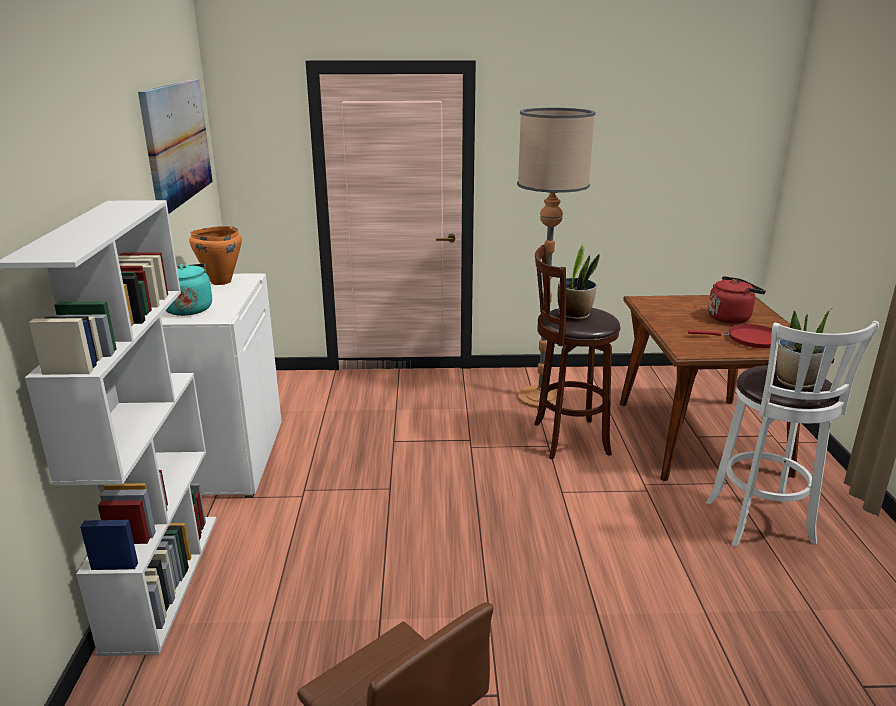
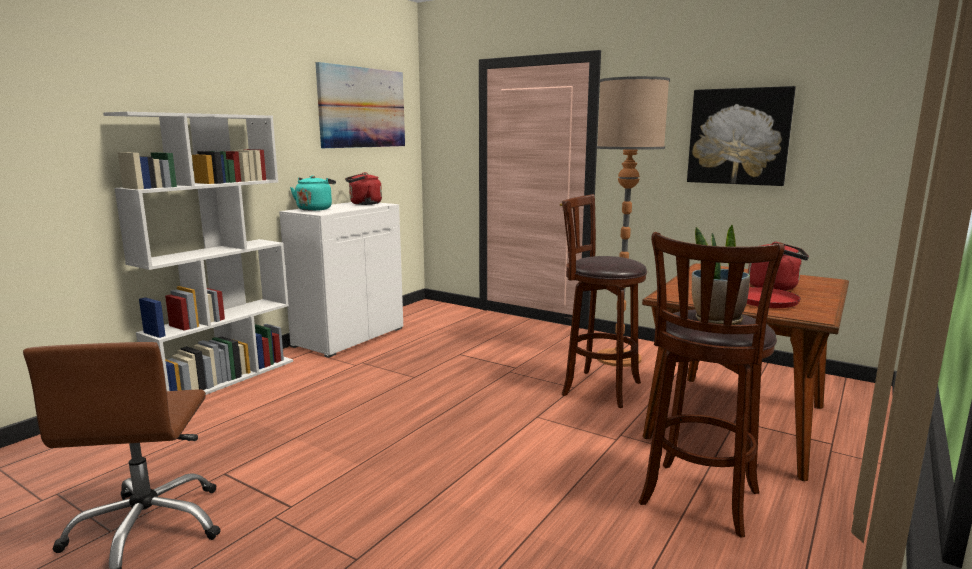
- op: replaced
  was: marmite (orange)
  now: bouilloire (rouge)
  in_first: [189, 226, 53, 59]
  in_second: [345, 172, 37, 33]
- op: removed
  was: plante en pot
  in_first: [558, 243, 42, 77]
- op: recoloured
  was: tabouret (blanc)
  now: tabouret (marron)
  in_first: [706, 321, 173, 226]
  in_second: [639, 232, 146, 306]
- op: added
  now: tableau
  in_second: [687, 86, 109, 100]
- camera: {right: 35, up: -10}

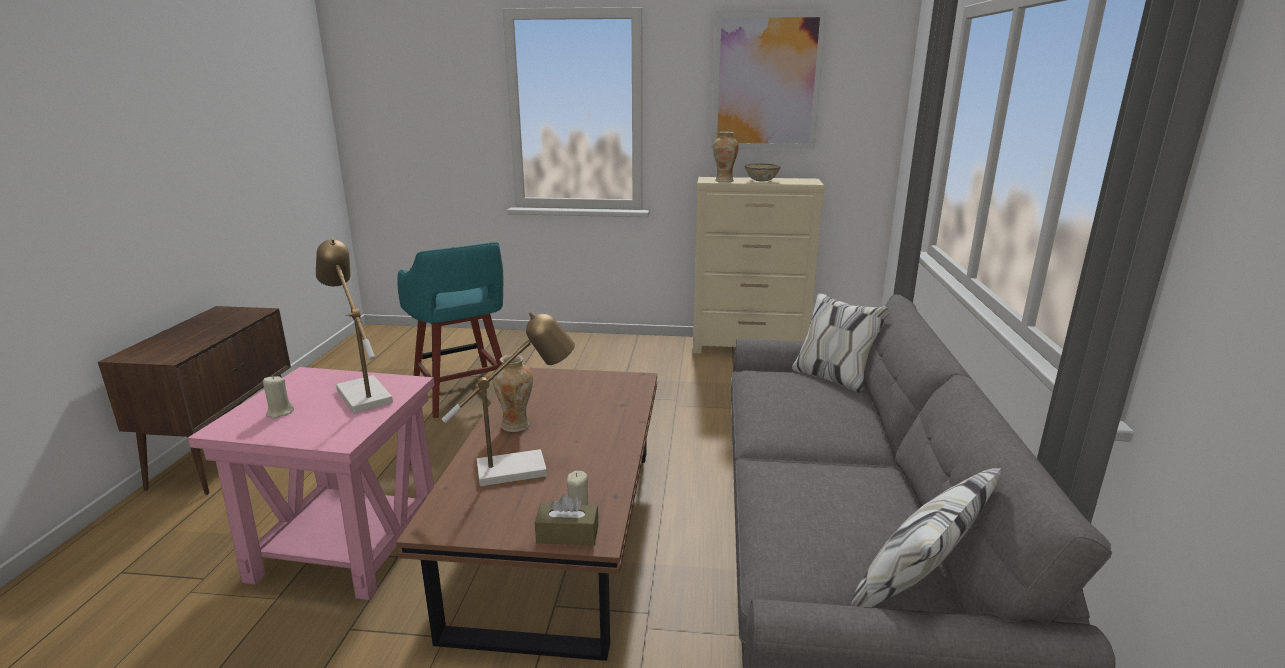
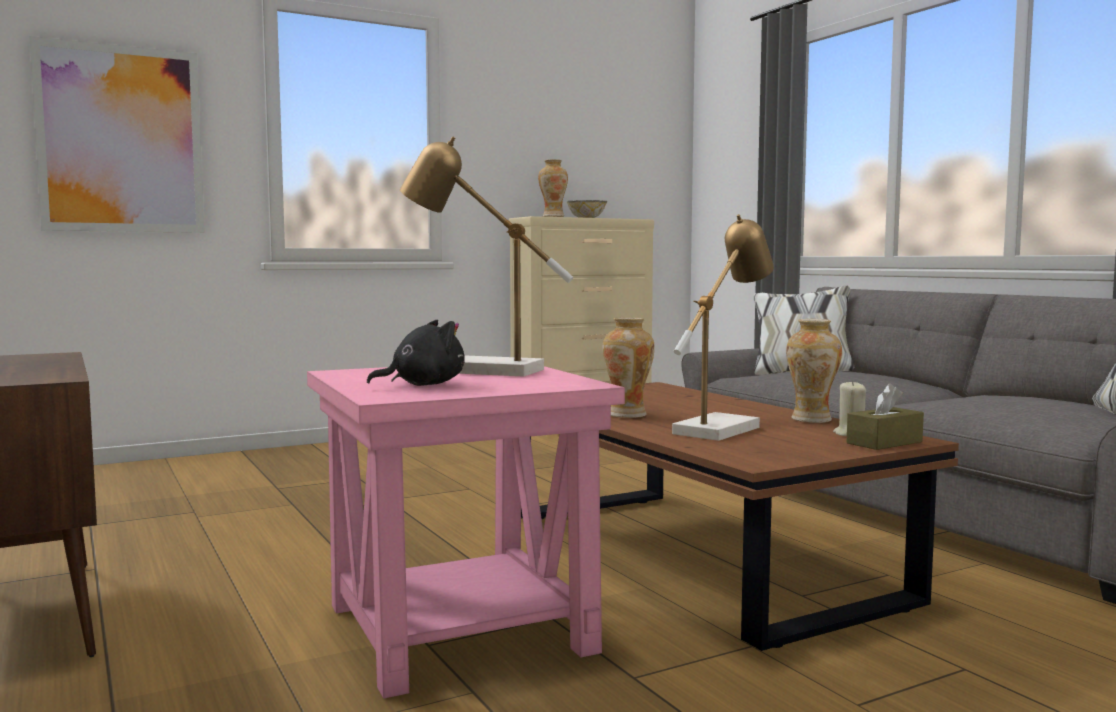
- op: replaced
  was: bougie (beige)
  now: peluche (noir)
  in_first: [263, 376, 31, 43]
  in_second: [367, 320, 98, 66]
- op: removed
  was: tabouret (turquoise)
  in_first: [397, 242, 106, 176]
- op: moved
  was: tableau
  in_first: [711, 11, 116, 139]
  in_second: [29, 36, 176, 197]
- op: added
  now: vase
  in_second: [786, 319, 56, 104]
- camera: {right: -35, up: -15}

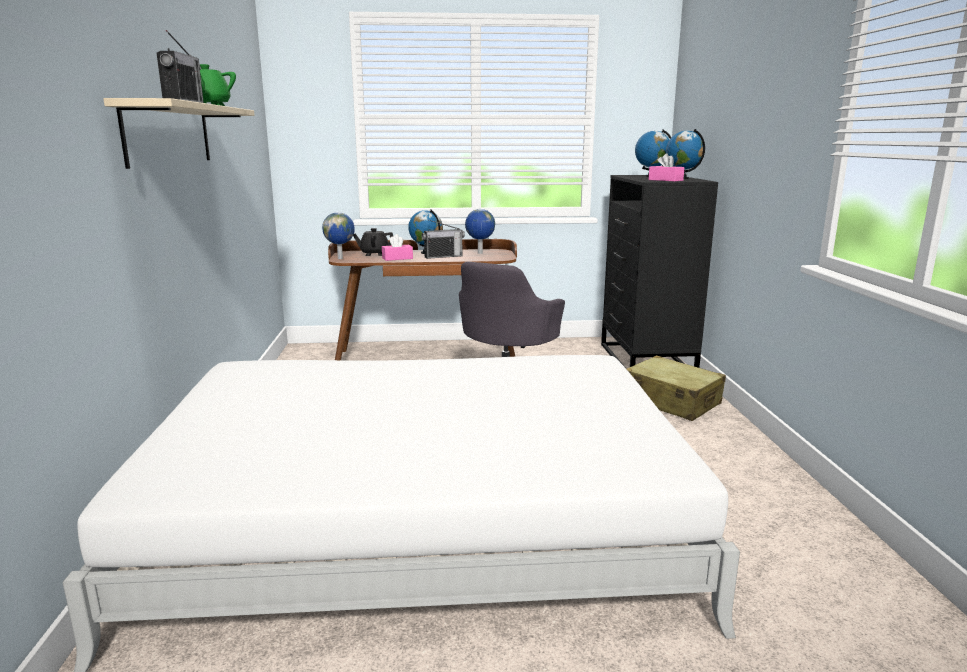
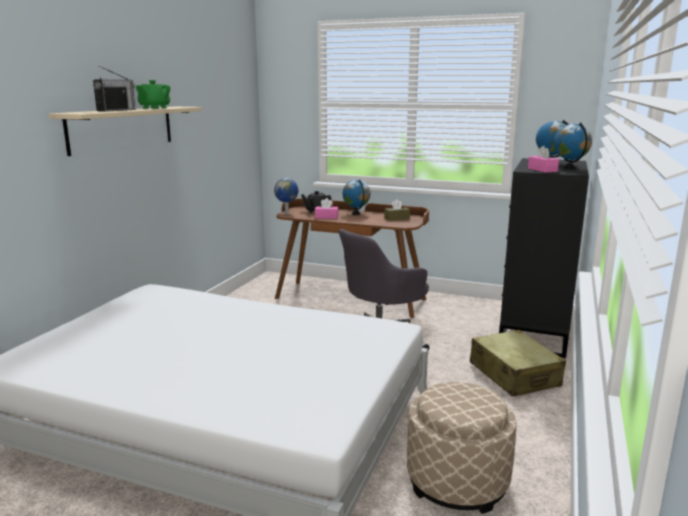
- op: removed
  was: radio
  in_first: [422, 220, 43, 39]
- op: replaced
  was: globe
  now: boîte à mouchoirs (marron)
  in_first: [465, 209, 30, 45]
  in_second: [384, 199, 26, 22]
- op: added
  now: pouf (beige)
  in_second: [407, 382, 110, 132]
- camera: {right: 25, up: 0}

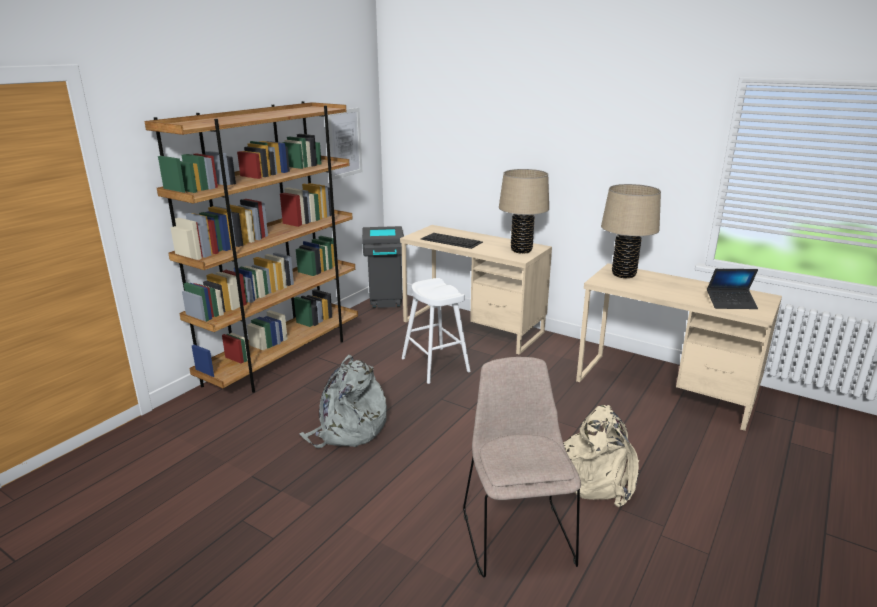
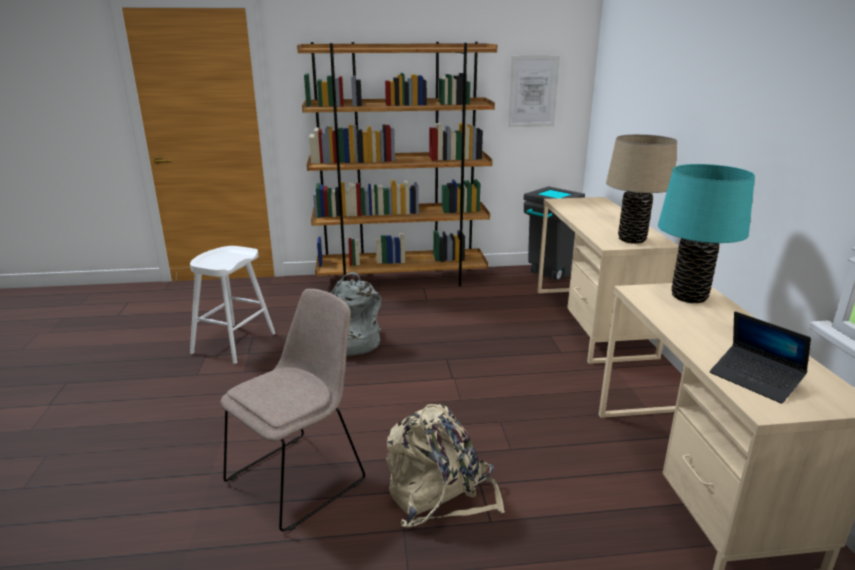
- op: moved
  was: tabouret (blanc)
  in_first: [402, 278, 69, 106]
  in_second: [190, 246, 86, 118]
- op: removed
  was: clavier
  in_first: [421, 233, 62, 16]
- op: recoloured
  was: lampe de table (beige)
  now: lampe de table (turquoise)
  in_first: [601, 184, 60, 94]
  in_second: [658, 164, 97, 139]
- camera: {right: 50, up: 0}

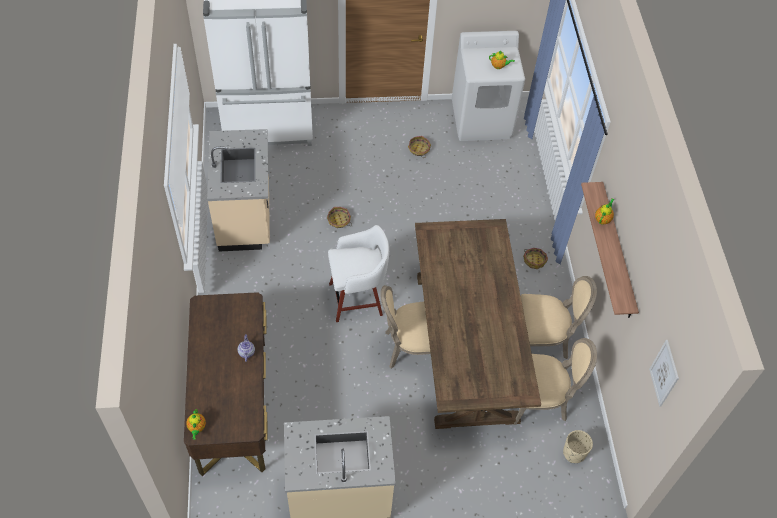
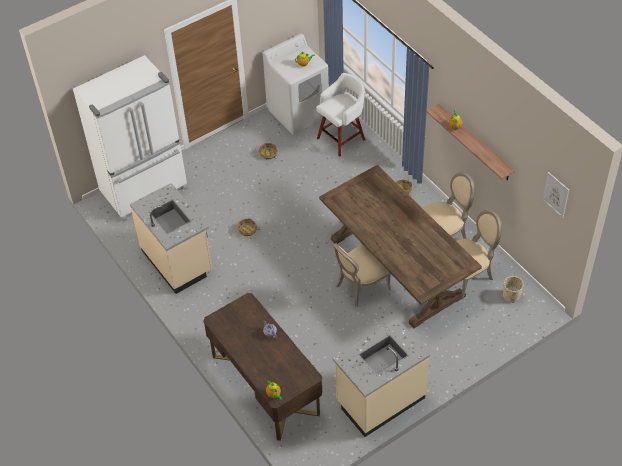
- op: moved
  was: tabouret (blanc)
  in_first: [328, 225, 61, 97]
  in_second: [316, 73, 49, 84]
- camera: {right: -25, up: -5}

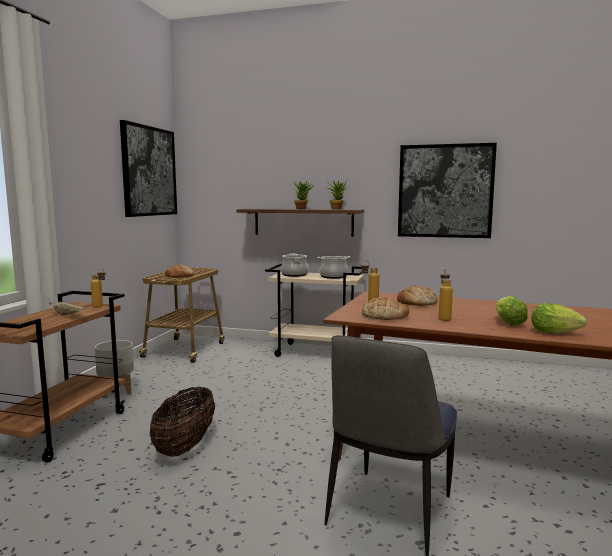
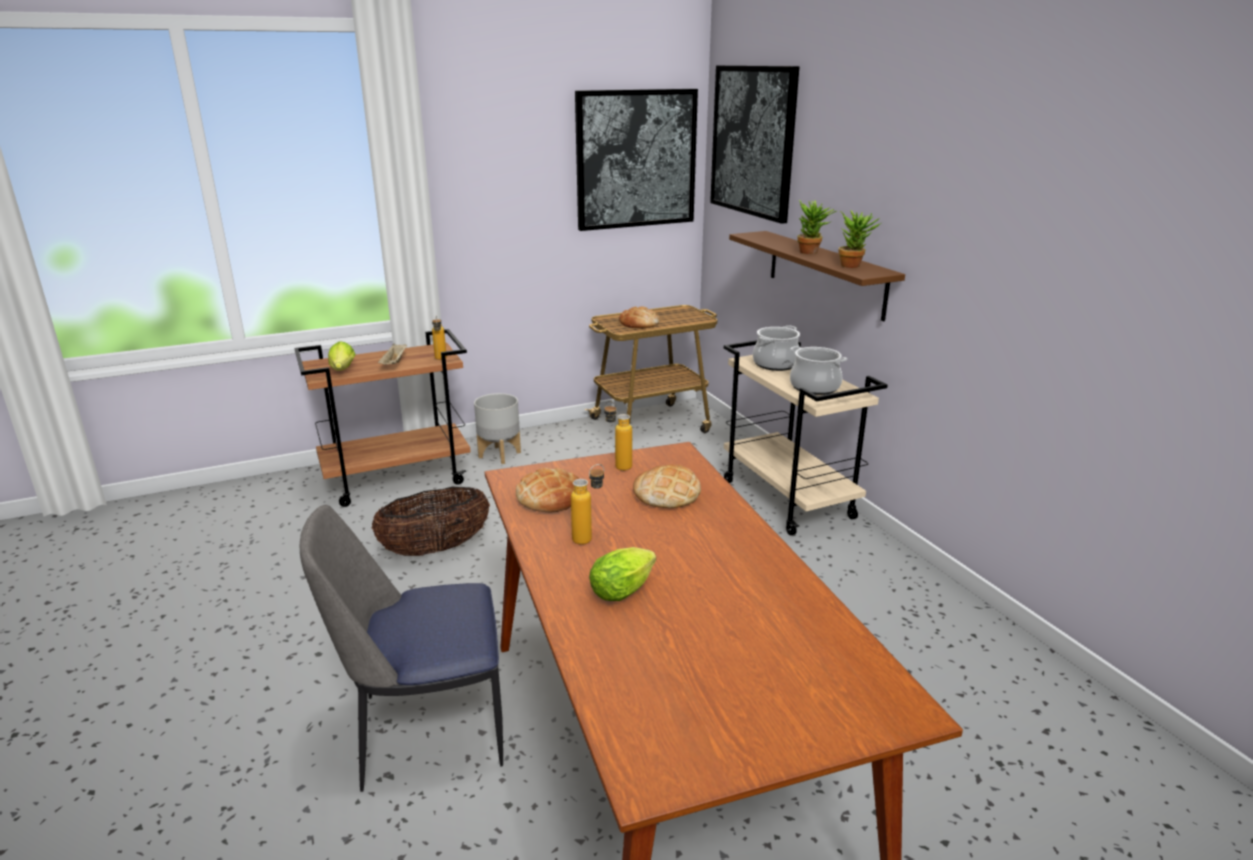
- op: moved
  was: tableau
  in_first: [398, 143, 99, 95]
  in_second: [710, 65, 89, 159]
- op: moved
  was: laitue
  in_first: [532, 303, 55, 31]
  in_second: [328, 341, 27, 30]
- camera: {right: 50, up: 15}

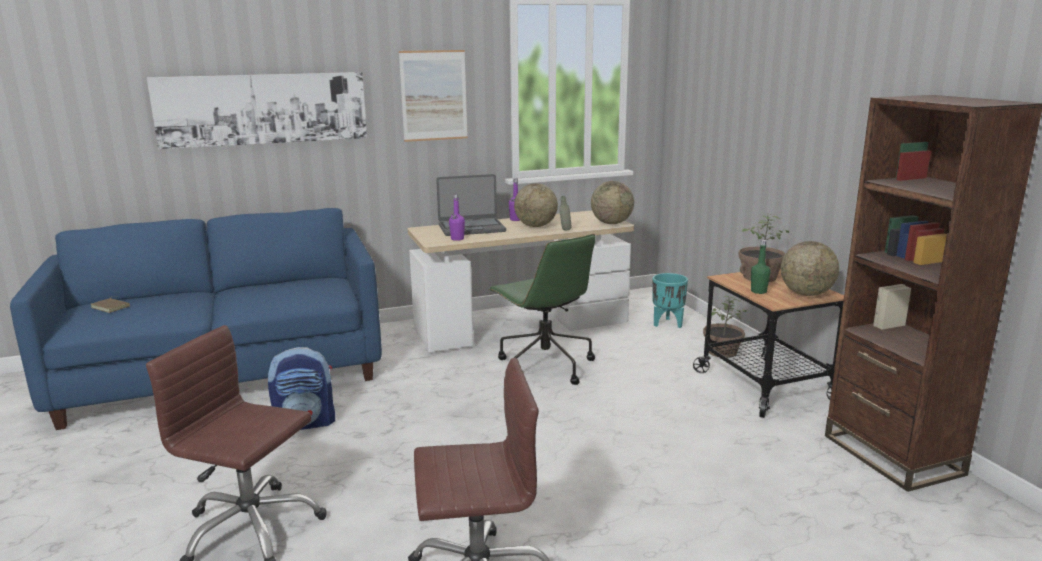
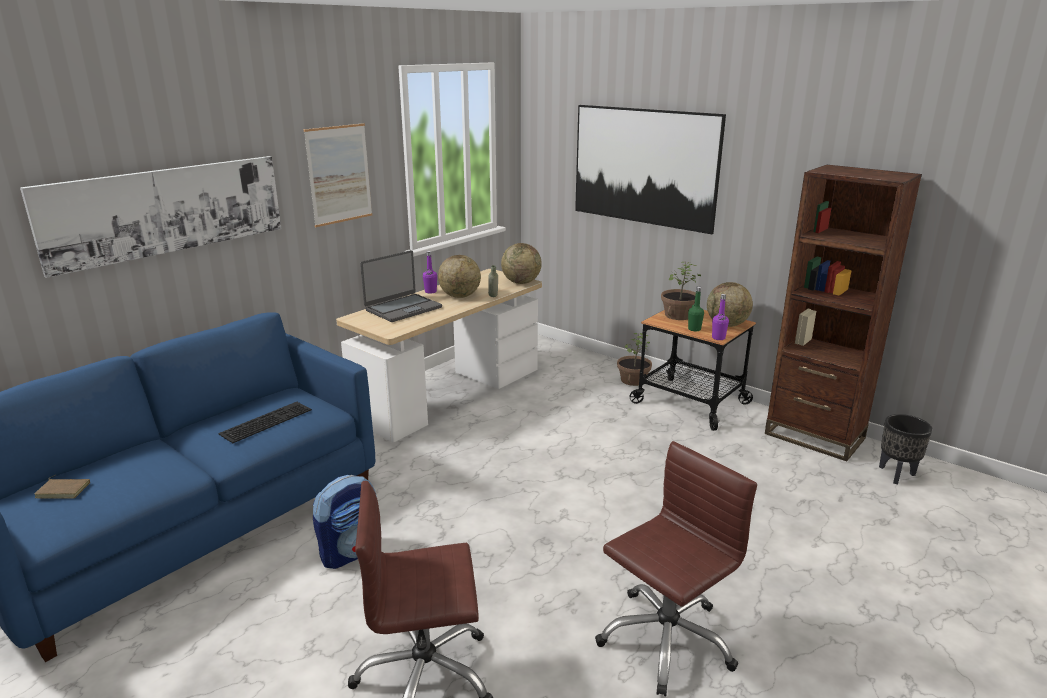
- op: moved
  was: bouteille (violet)
  in_first: [449, 194, 16, 47]
  in_second: [712, 294, 17, 46]
- op: removed
  was: chaise de bureau (vert)
  in_first: [488, 234, 108, 151]
- op: removed
  was: cache-pot (turquoise)
  in_first: [653, 273, 35, 55]
- op: added
  now: clavier
  in_second: [218, 402, 94, 41]
- op: added
  now: tableau
  in_second: [575, 105, 151, 129]
- op: added
  now: cache-pot (noir)
  in_second: [879, 414, 54, 70]
- camera: {right: -30, up: 5}

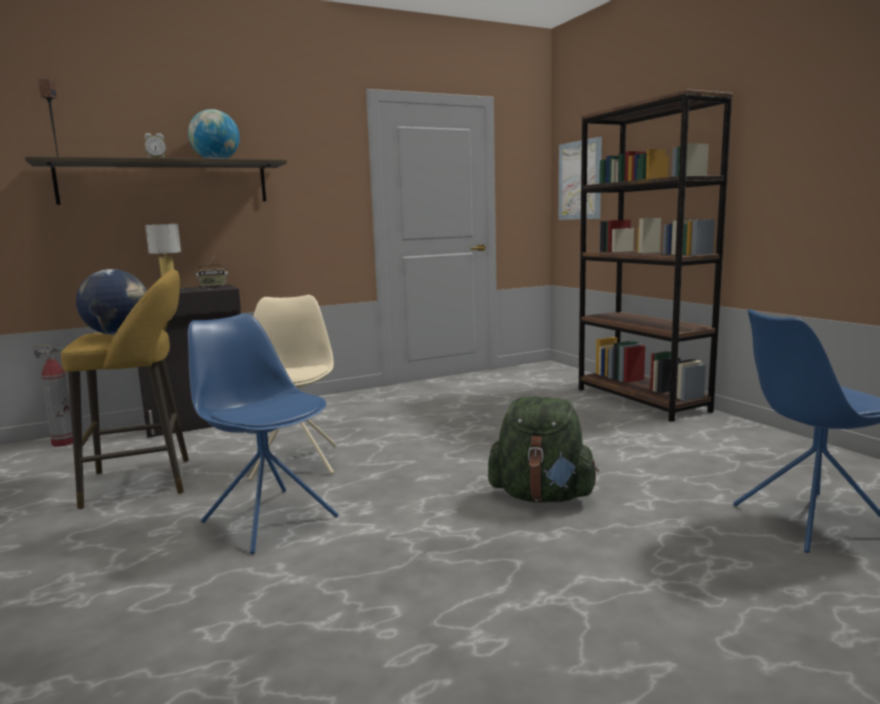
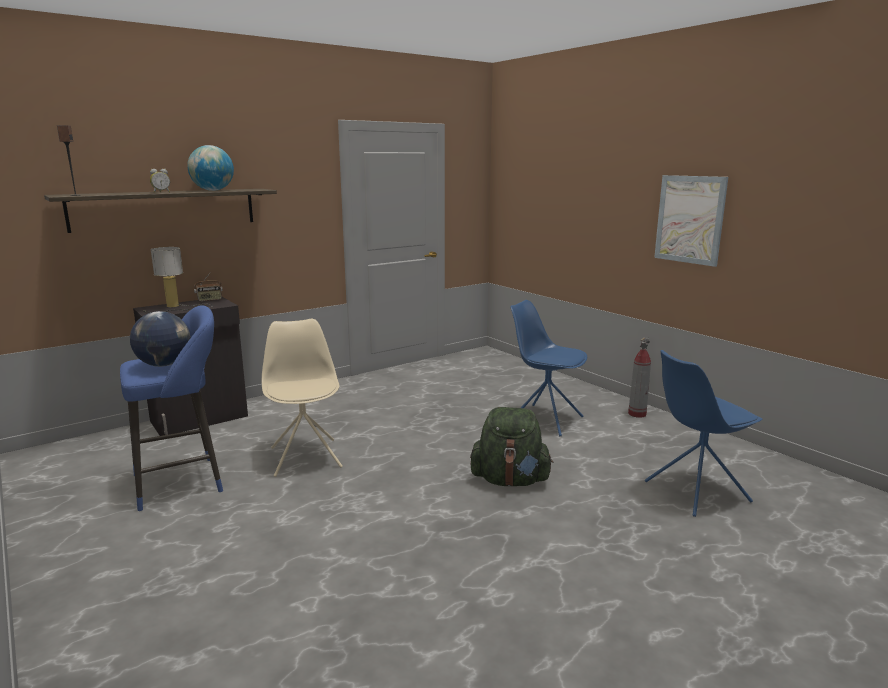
- op: moved
  was: extincteur
  in_first: [33, 344, 40, 103]
  in_second: [628, 338, 23, 80]
- op: recoloured
  was: tabouret (jaune)
  now: tabouret (bleu)
  in_first: [61, 269, 128, 240]
  in_second: [120, 306, 103, 205]
- op: moved
  was: chaise (bleu)
  in_first: [188, 313, 150, 241]
  in_second: [510, 300, 77, 136]
- op: moved
  was: tableau
  in_first: [559, 137, 43, 83]
  in_second: [654, 175, 74, 92]
- op: removed
  was: bibliothèque (marron)
  in_first: [579, 89, 154, 333]
- camera: {right: -10, up: 5}

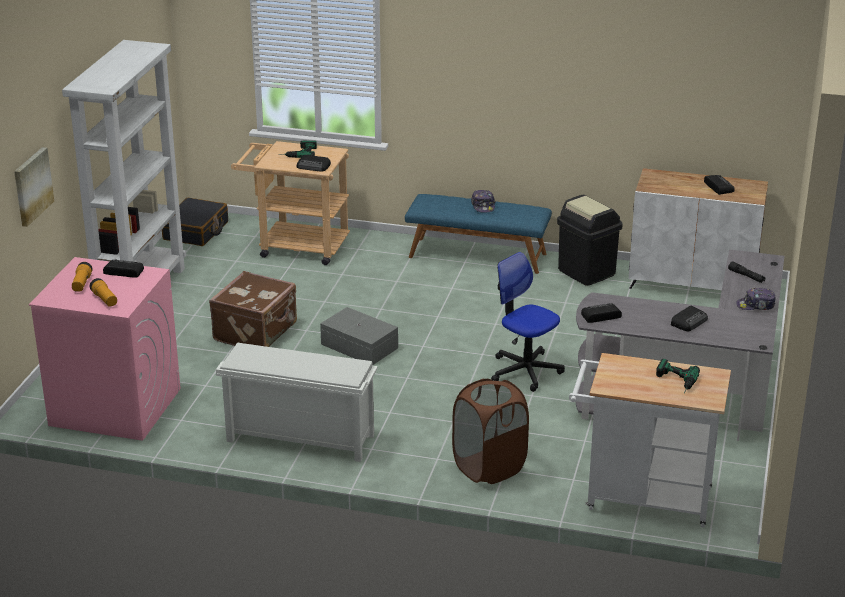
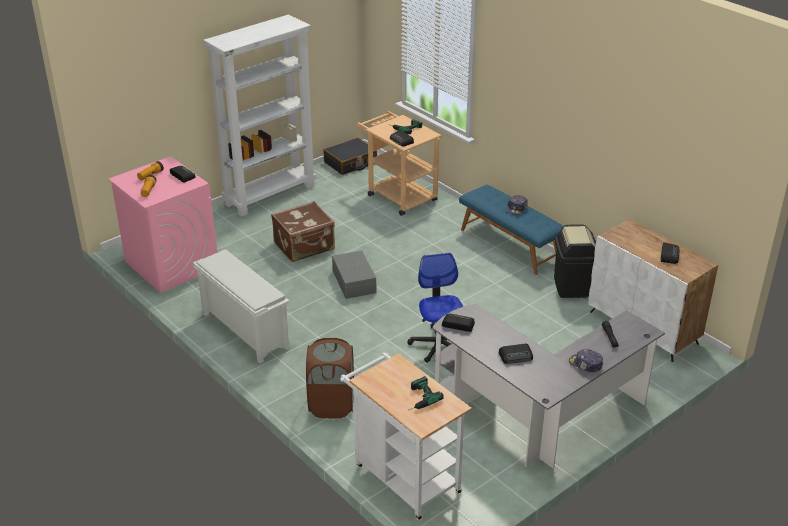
- op: removed
  was: tableau
  in_first: [14, 147, 40, 80]
- camera: {right: 35, up: 5}

